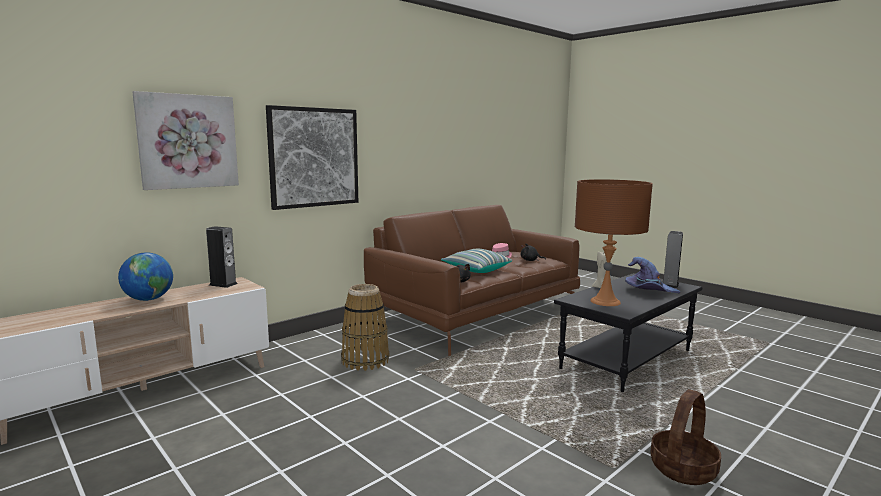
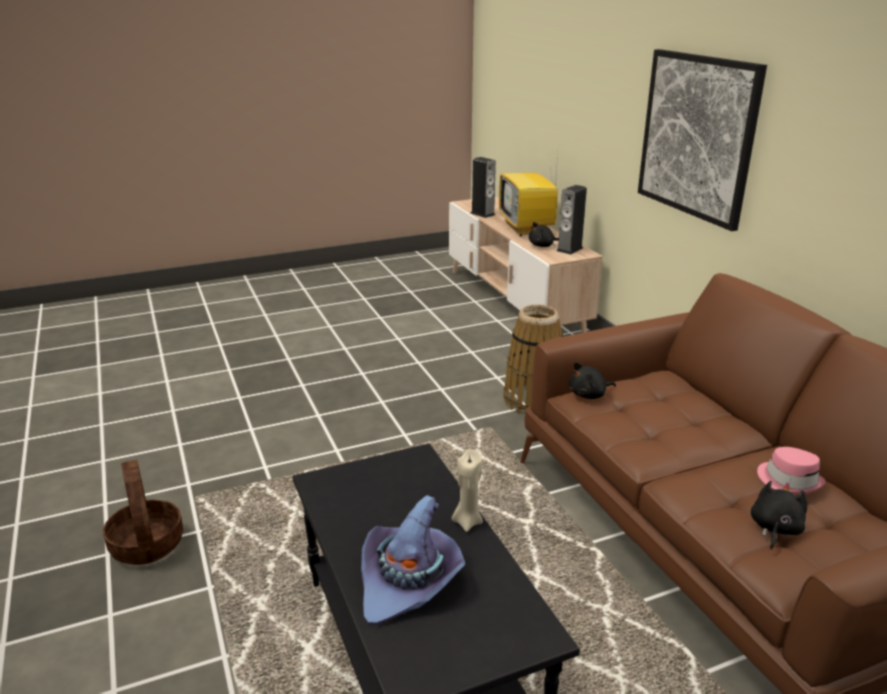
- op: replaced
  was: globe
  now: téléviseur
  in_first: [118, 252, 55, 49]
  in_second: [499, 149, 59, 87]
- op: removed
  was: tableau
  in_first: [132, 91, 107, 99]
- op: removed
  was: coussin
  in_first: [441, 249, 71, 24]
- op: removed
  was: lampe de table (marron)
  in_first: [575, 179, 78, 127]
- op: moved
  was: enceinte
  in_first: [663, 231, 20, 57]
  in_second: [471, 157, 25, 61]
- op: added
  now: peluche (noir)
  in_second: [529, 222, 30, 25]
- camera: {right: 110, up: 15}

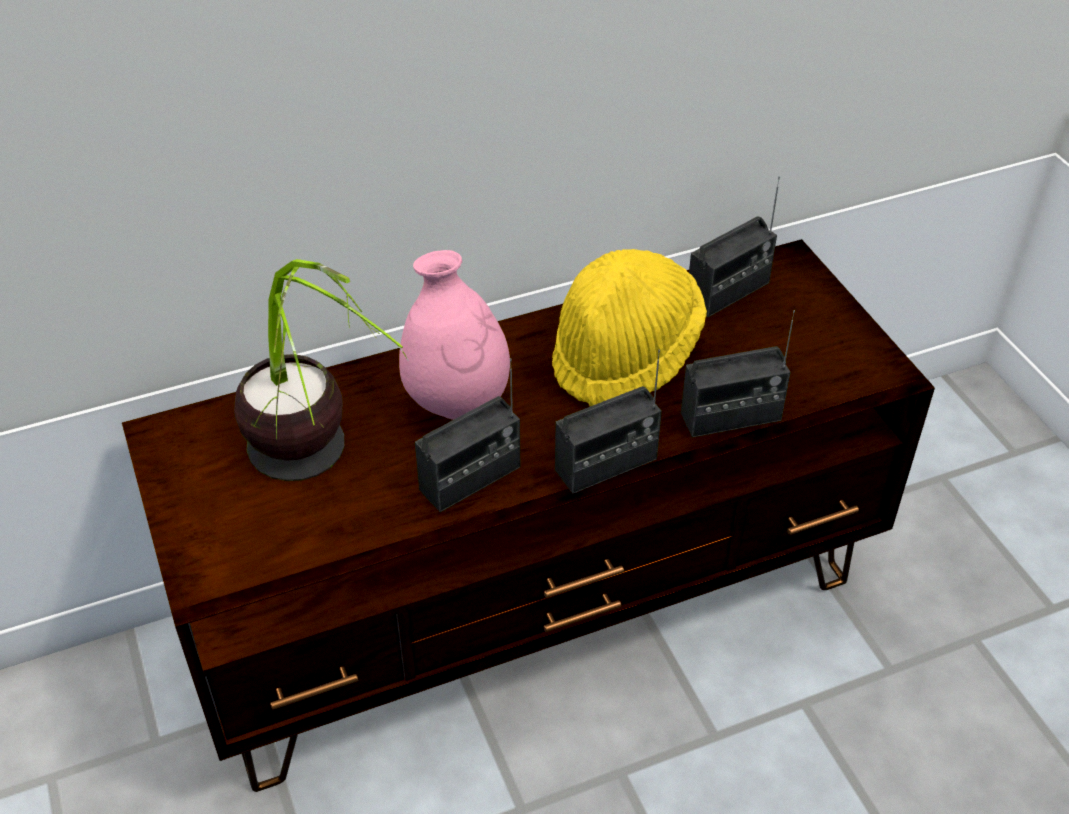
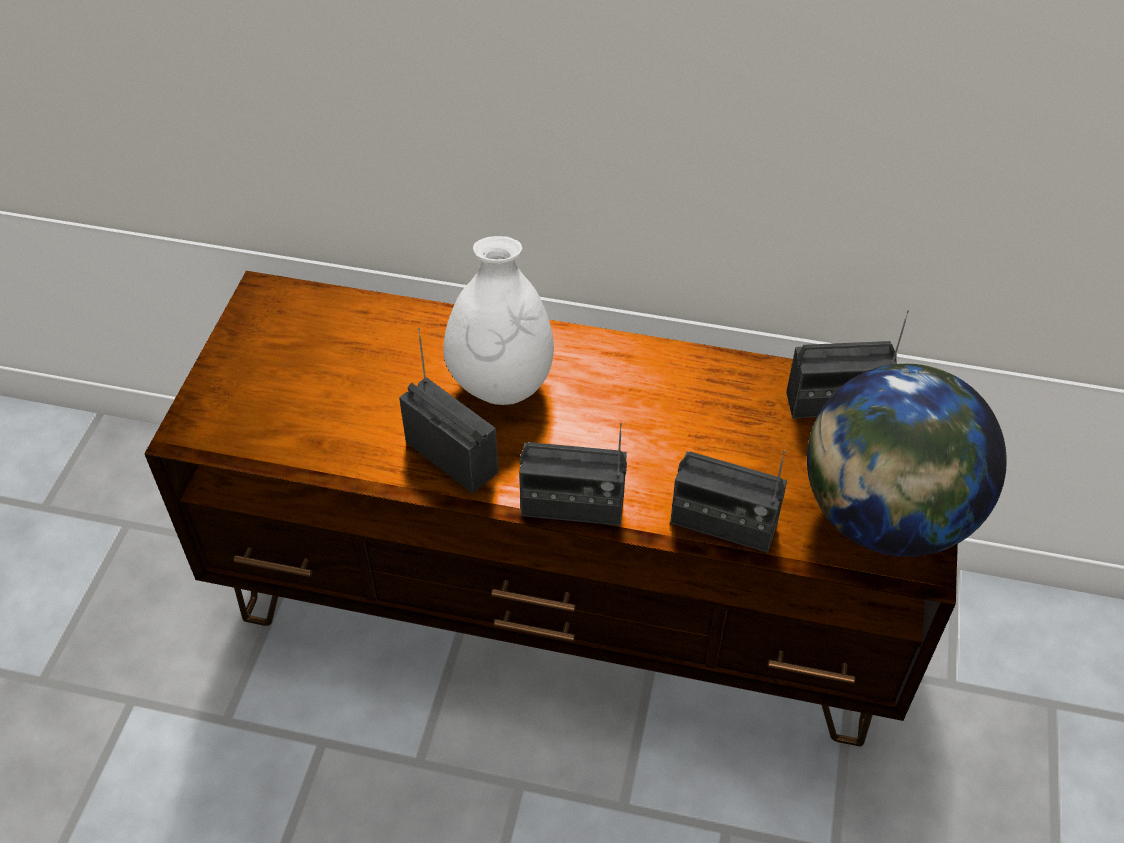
- op: removed
  was: plante en pot
  in_first: [234, 259, 175, 222]
- op: recoloured
  was: vase (rose)
  now: vase (blanc)
  in_first: [399, 250, 111, 170]
  in_second: [443, 236, 111, 169]
- op: turned
  was: radio
  in_first: [415, 358, 105, 154]
  in_second: [399, 328, 100, 165]
  clockwise: -135
- op: removed
  was: chapeau (jaune)
  in_first: [552, 249, 155, 157]
- op: added
  now: globe
  in_second: [807, 364, 200, 193]
- camera: {right: 35, up: 5}

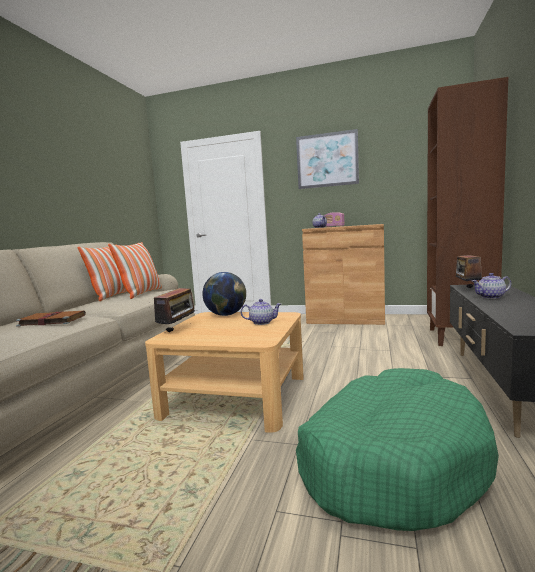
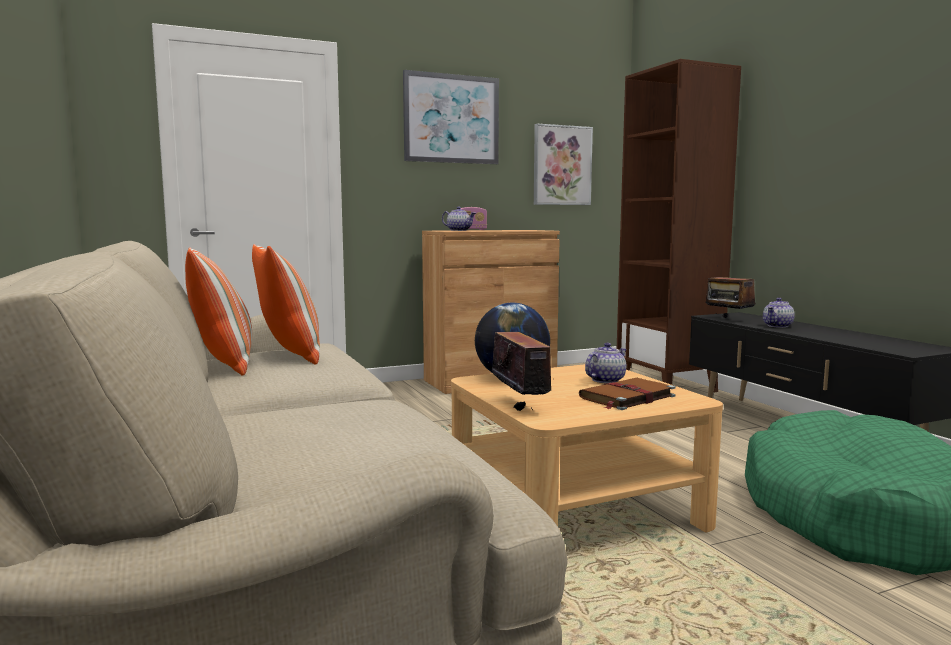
- op: moved
  was: livre (marron)
  in_first: [16, 311, 70, 16]
  in_second: [579, 378, 97, 32]
- op: added
  now: tableau
  in_second: [534, 123, 59, 82]
- camera: {right: -40, up: 0}

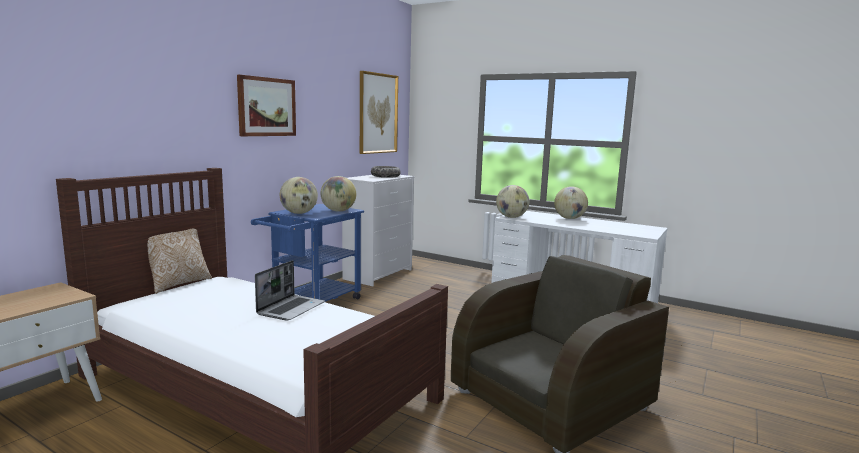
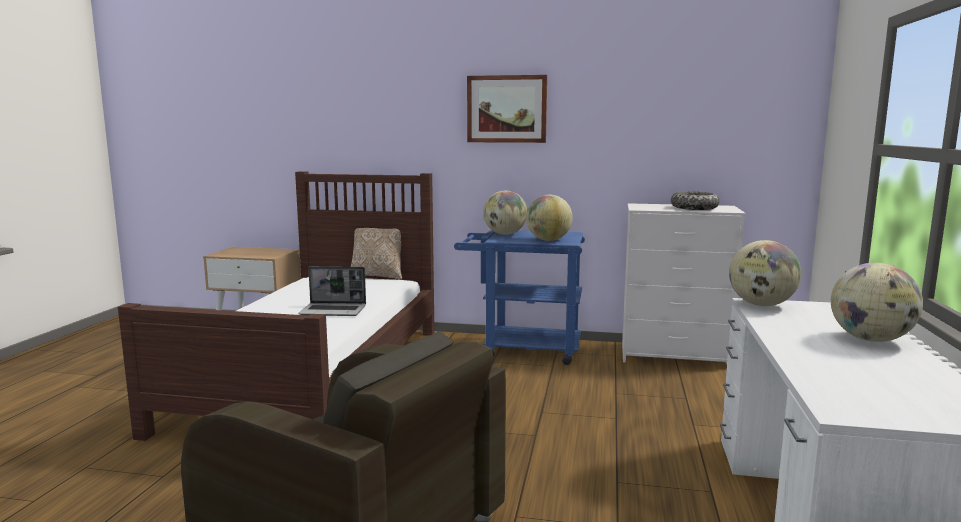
- op: removed
  was: tableau
  in_first: [360, 71, 38, 83]
- camera: {right: 70, up: 0}

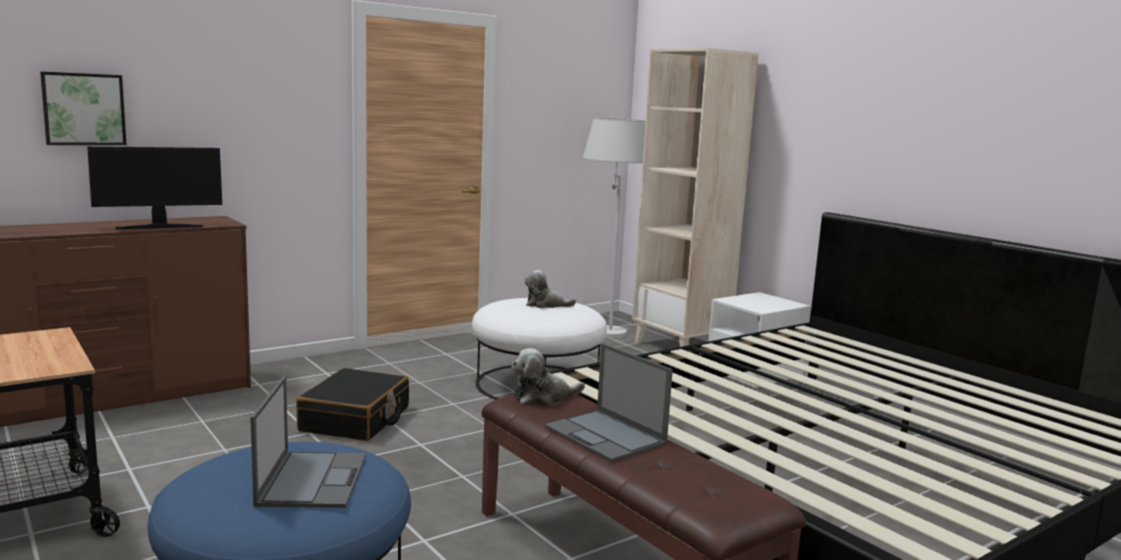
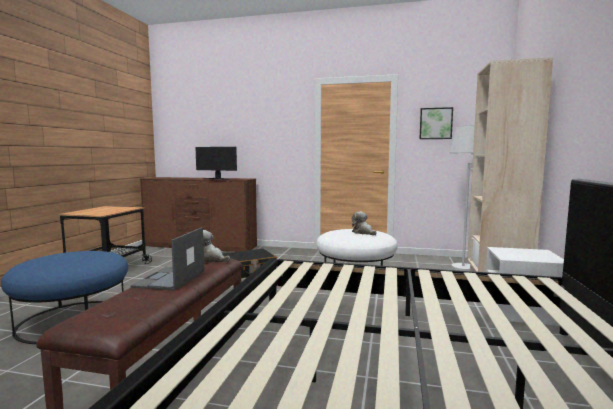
- op: moved
  was: tableau
  in_first: [40, 71, 86, 74]
  in_second: [419, 107, 34, 32]
- op: removed
  was: ordinateur portable
  in_first: [250, 376, 116, 132]
- camera: {right: 50, up: -5}

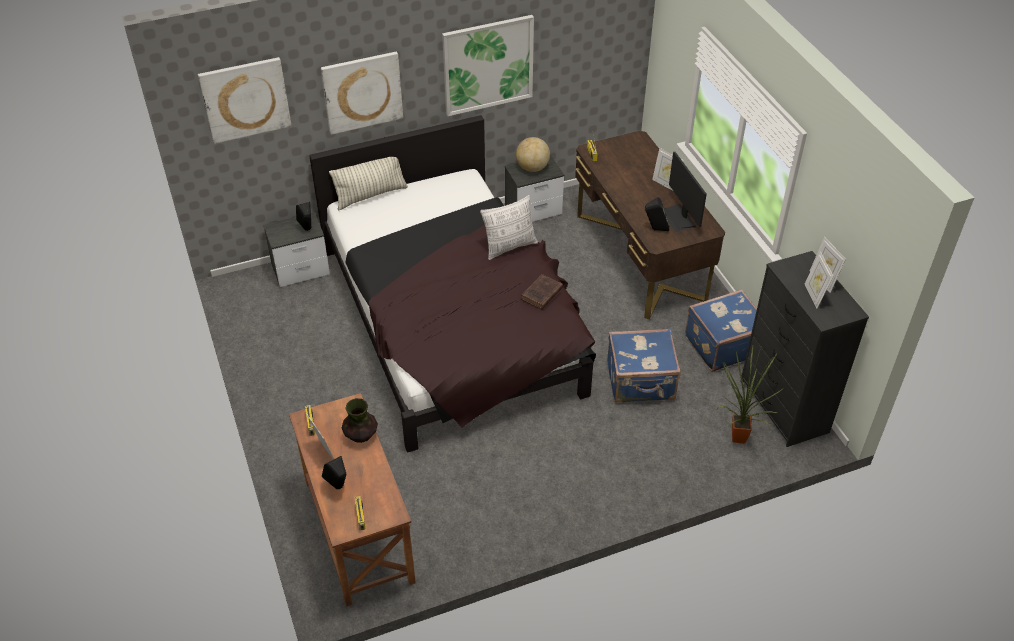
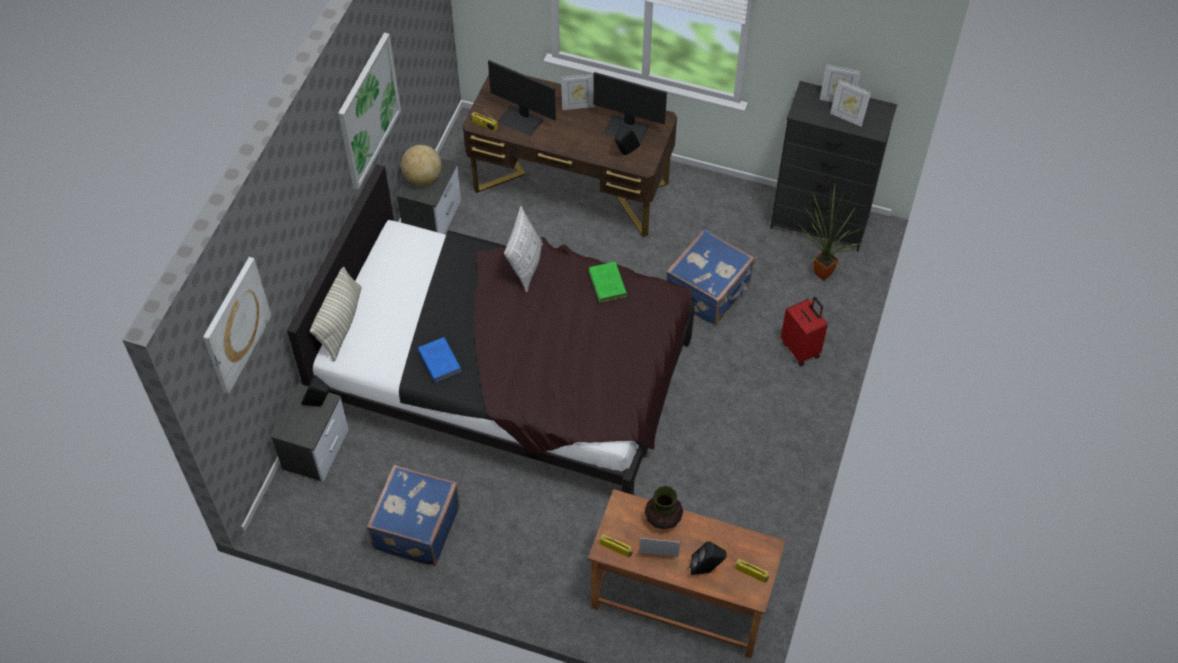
- op: removed
  was: tableau
  in_first: [321, 52, 82, 83]
- op: recoloured
  was: livre (marron)
  now: livre (vert)
  in_first: [521, 274, 42, 35]
  in_second: [589, 262, 38, 41]
- op: moved
  was: valise (bleu)
  in_first: [685, 289, 72, 83]
  in_second: [367, 465, 93, 102]
- op: added
  now: livre (bleu)
  in_second: [418, 337, 43, 45]
- op: added
  now: écran d'ordinateur
  in_second: [488, 60, 68, 76]
- op: added
  now: valise (rouge)
  in_second: [781, 297, 47, 69]
- camera: {right: -50, up: 10}

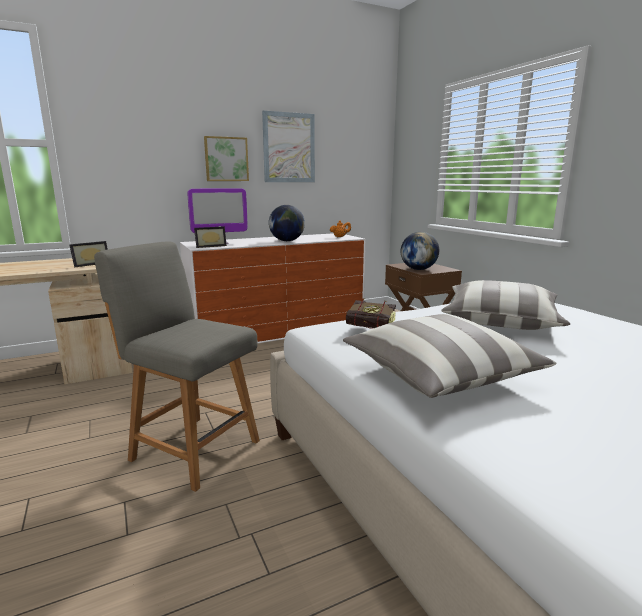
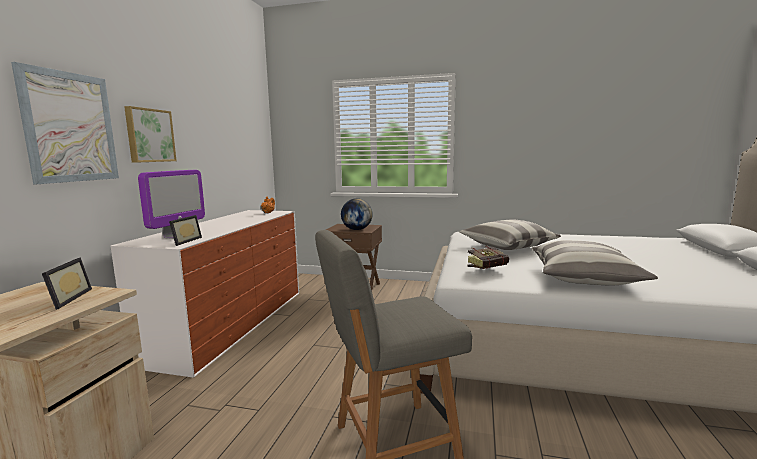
- op: moved
  was: tableau
  in_first: [262, 111, 53, 71]
  in_second: [11, 62, 108, 122]
- op: removed
  was: globe
  in_first: [269, 205, 36, 36]
- camera: {right: -50, up: -5}

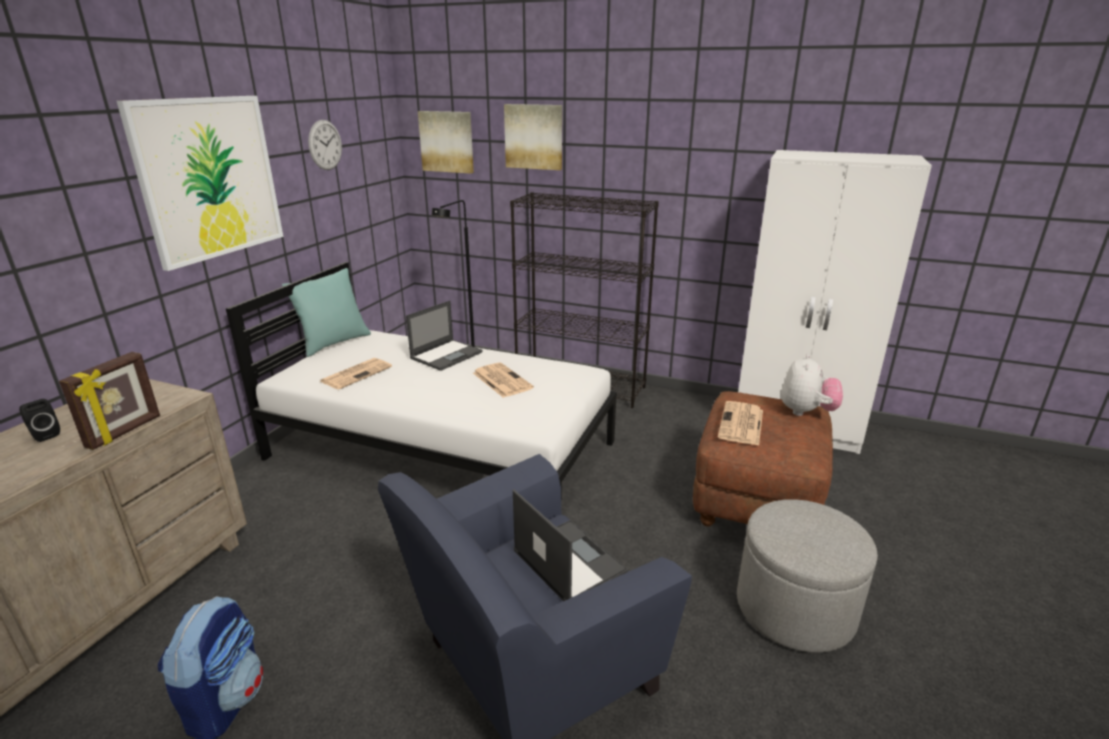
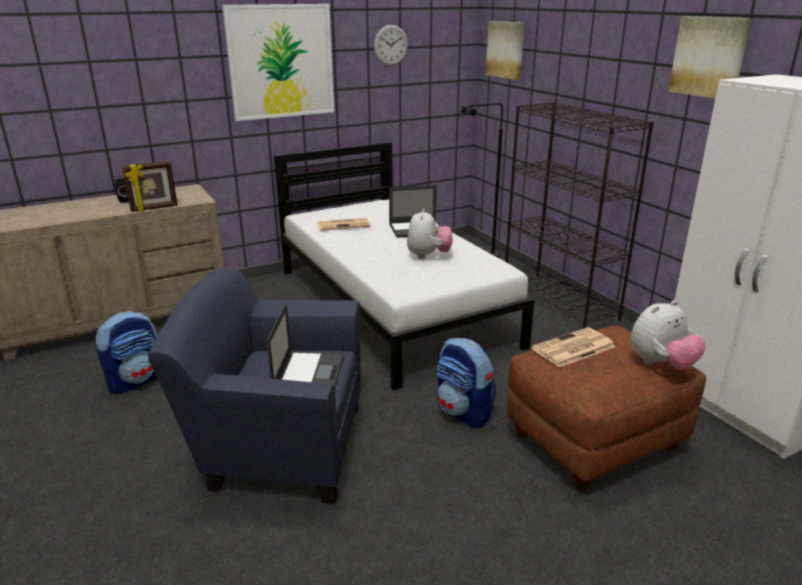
- op: removed
  was: coussin (turquoise)
  in_first: [282, 268, 89, 89]
- op: replaced
  was: journal
  now: peluche
  in_first: [473, 363, 61, 35]
  in_second: [407, 209, 46, 50]
- op: moved
  was: tableau
  in_first: [504, 104, 58, 66]
  in_second: [668, 16, 84, 83]
- op: removed
  was: pouf (gris)
  in_first: [737, 499, 141, 154]
- op: added
  now: sac à dos
  in_second: [437, 338, 59, 90]
- camera: {right: 40, up: 0}

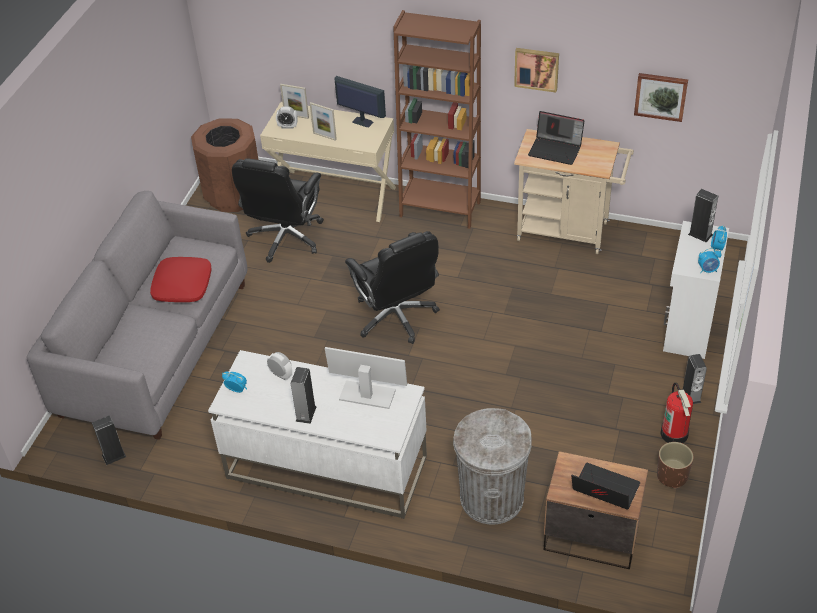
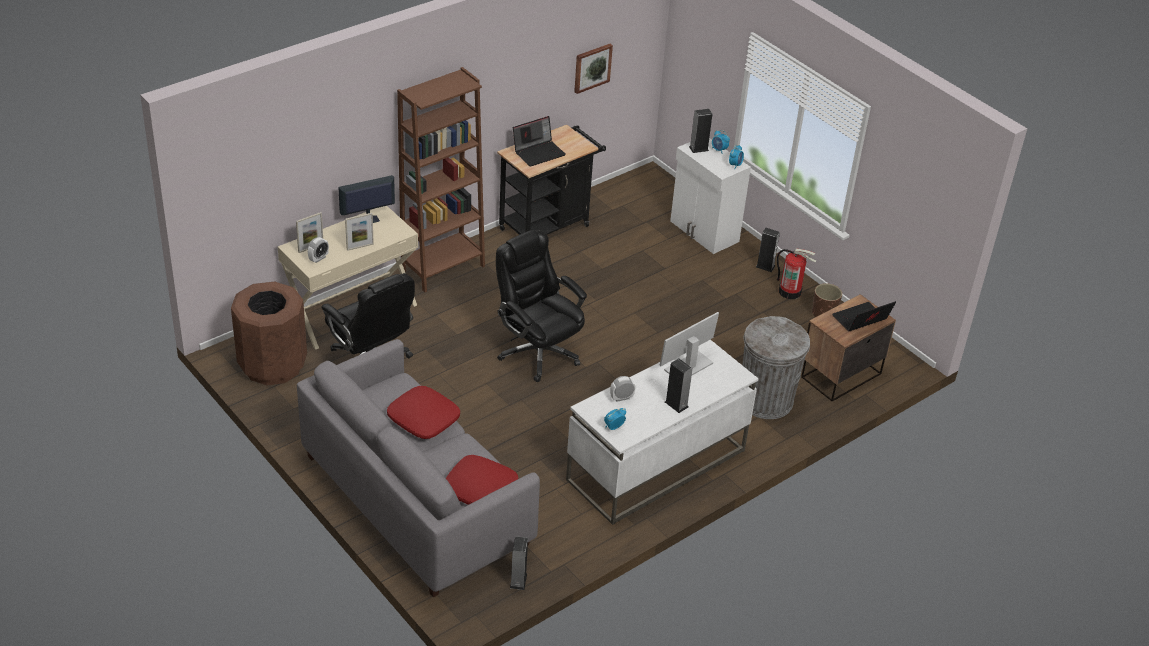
- op: turned
  was: chaise de bureau (noir)
  in_first: [345, 231, 95, 113]
  in_second: [496, 230, 91, 152]
  clockwise: -135
- op: removed
  was: tableau
  in_first: [514, 48, 45, 45]
- op: recoloured
  was: chariot (beige)
  now: chariot (noir)
  in_first: [514, 129, 120, 125]
  in_second: [497, 125, 109, 110]
- op: added
  now: coussin (rouge)
  in_second: [446, 455, 73, 50]
- camera: {right: -60, up: -5}

